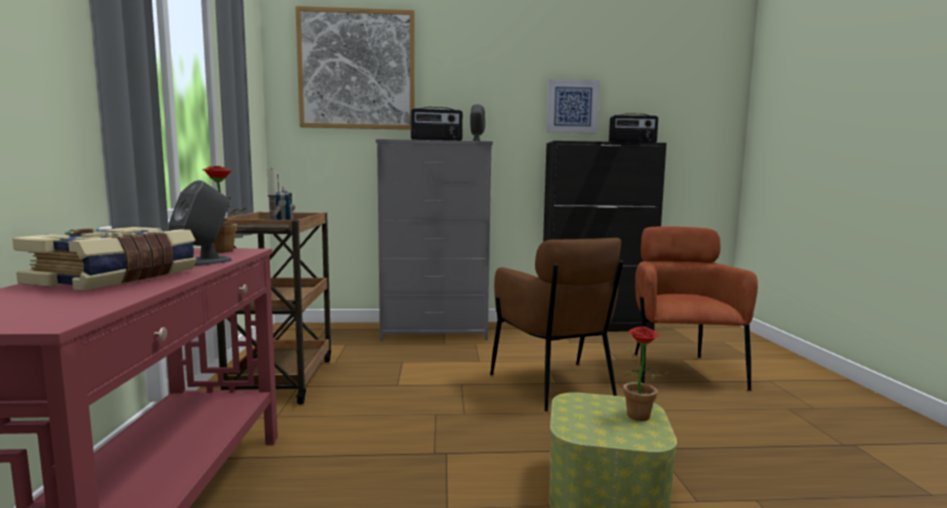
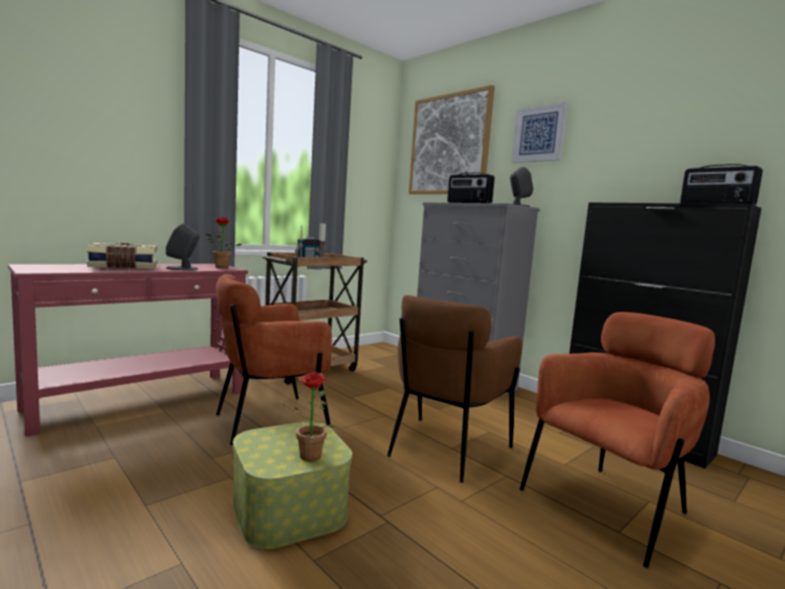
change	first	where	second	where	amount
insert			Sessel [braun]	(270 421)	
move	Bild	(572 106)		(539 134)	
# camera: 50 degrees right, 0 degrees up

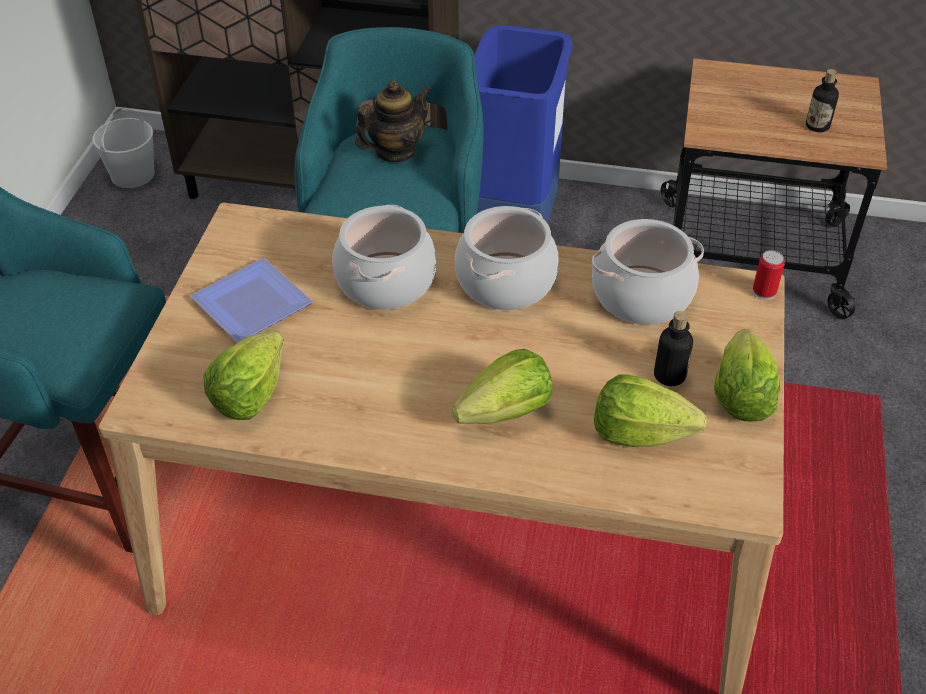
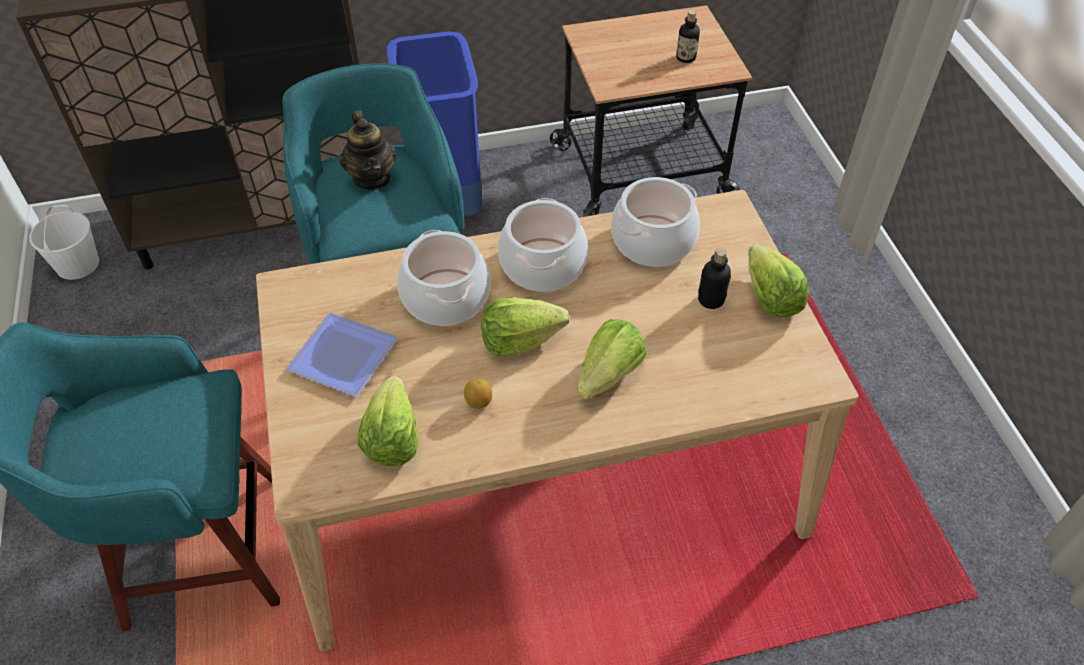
change	first	where	second	where	amount
delete	Dose	(764 292)			
insert			Zitrone	(478 402)	
move	Salatkopf	(639 433)		(520 340)	
rotate	Teekanne	(395 151)		(372 178)	135 degrees clockwise
# camera: 25 degrees left, 5 degrees up

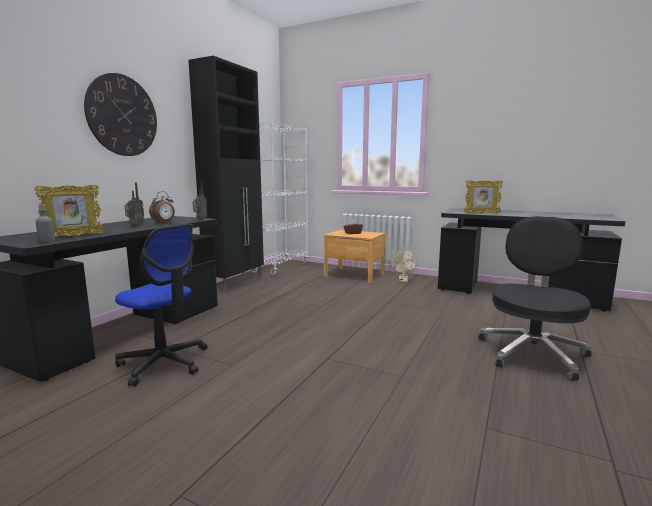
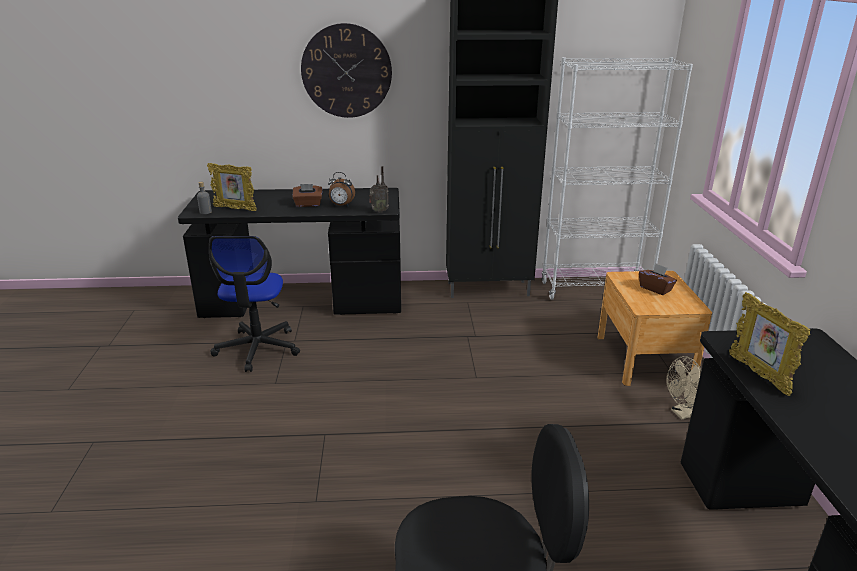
change	first	where	second	where	amount
replace	Radio	(135 226)	Taschentuchbox [braun]	(308 204)	
# camera: 60 degrees right, 15 degrees up

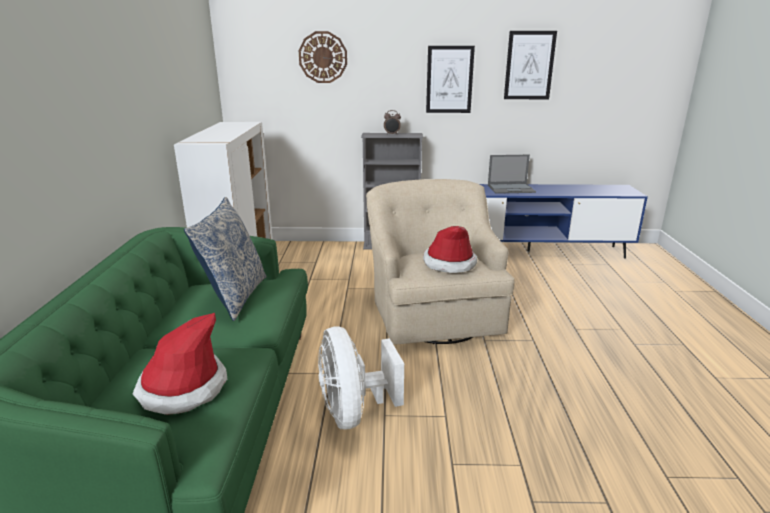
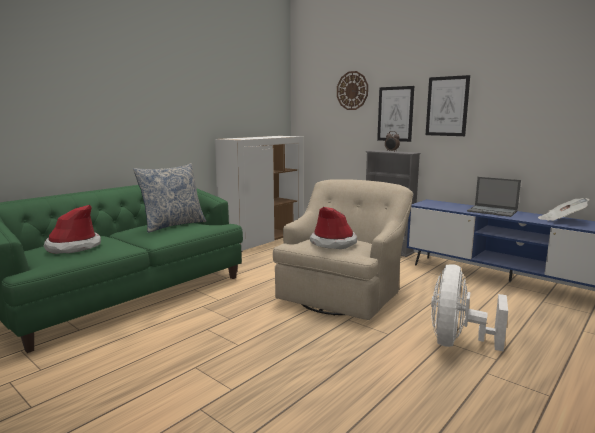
change	first	where	second	where	amount
insert			Zeitung	(561 220)	
move	Ventilator [weiß]	(354 412)		(457 342)	
move	Bild	(529 65)		(395 114)	
# camera: 40 degrees right, 10 degrees down

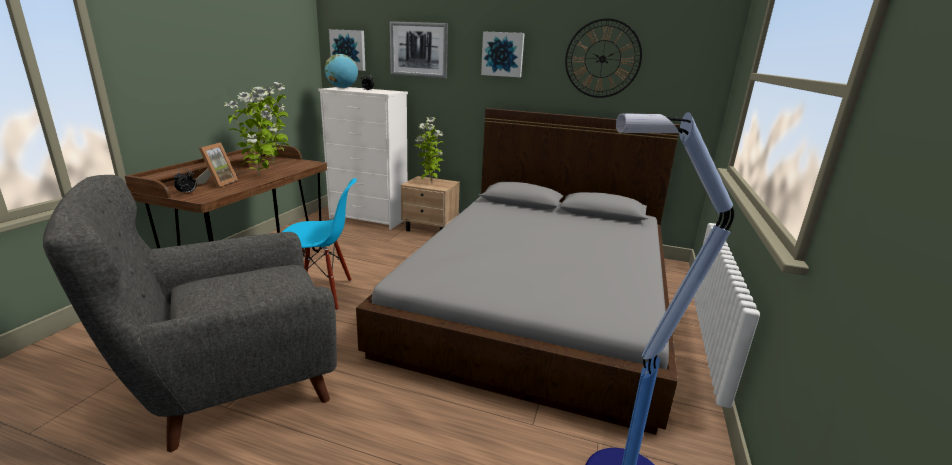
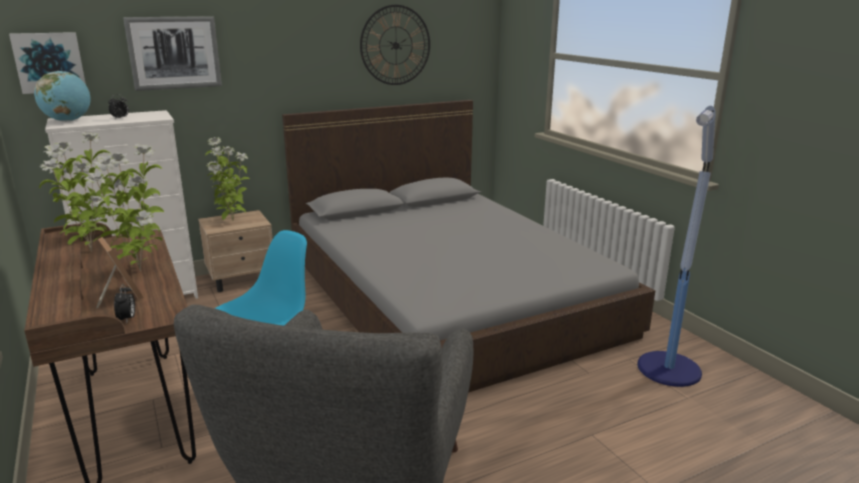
change	first	where	second	where	amount
delete	Bild	(503 54)			
# camera: 45 degrees left, 0 degrees up

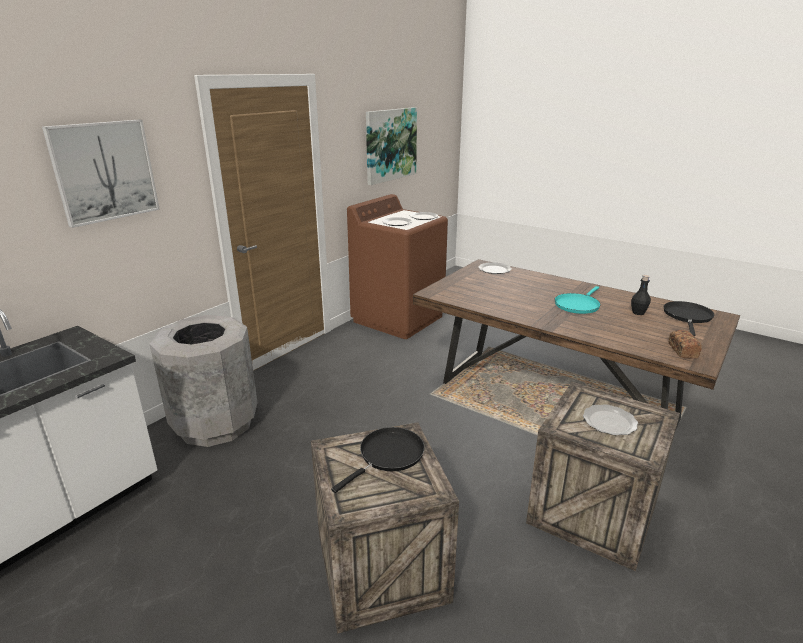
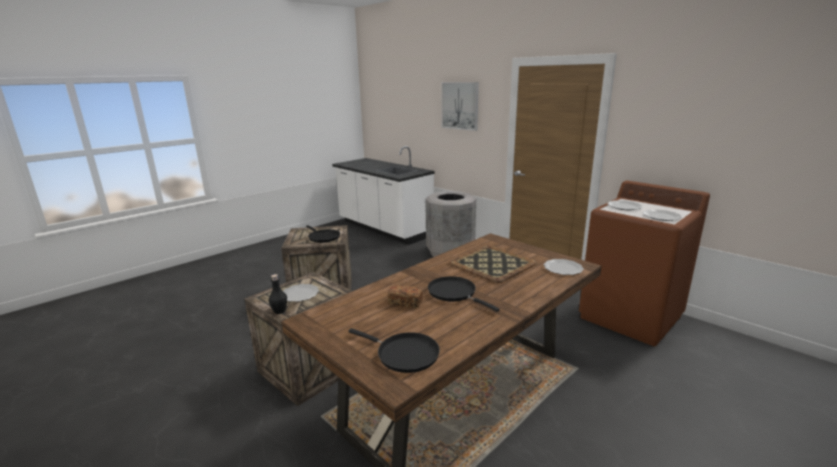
change	first	where	second	where	amount
delete	Bild	(390 145)			
insert			Tablett	(491 264)	
move	Flasche [schwarz]	(638 312)		(279 311)	
move	Brot	(682 350)		(405 302)	
recolor	Pfanne [türkis]	(577 305)	Pfanne [schwarz]	(454 293)	
# camera: 100 degrees right, 5 degrees down

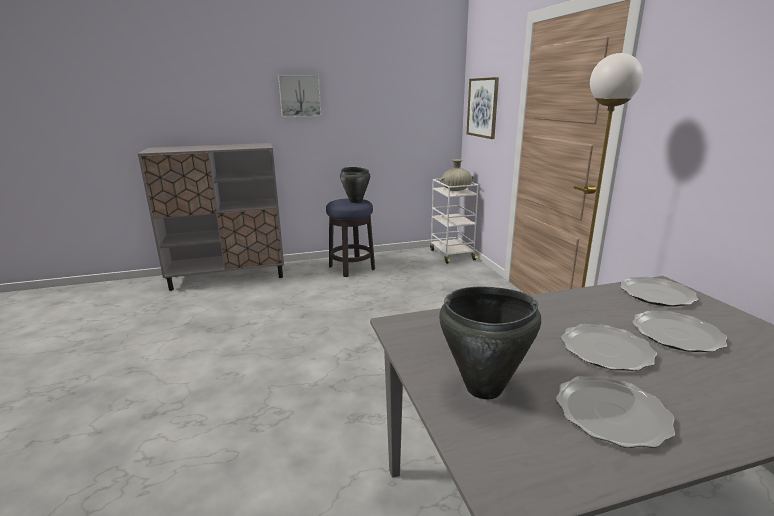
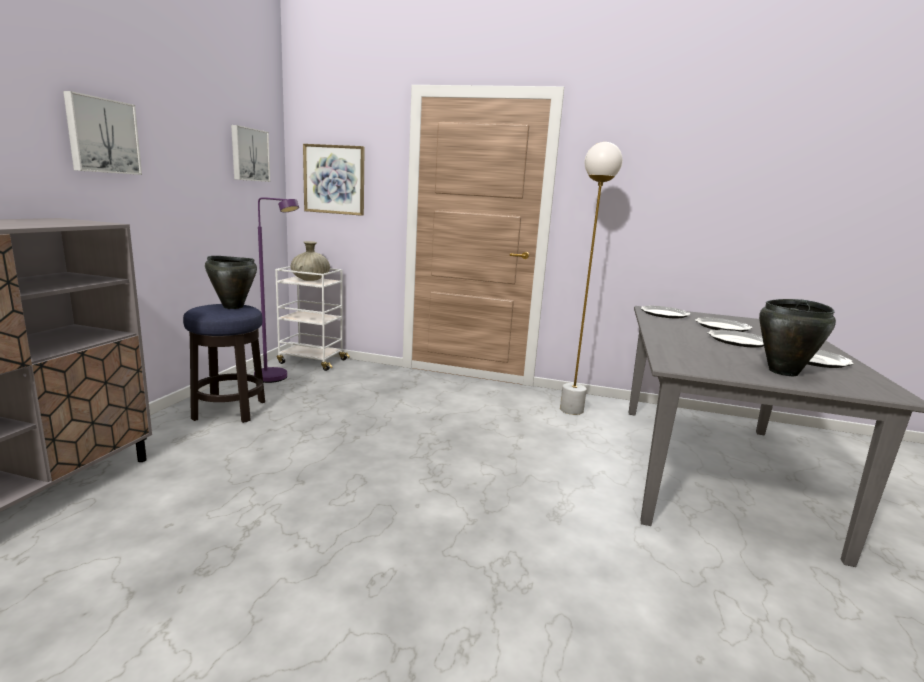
change	first	where	second	where	amount
insert			Bild	(249 154)	
insert			Stehlampe [lila]	(276 379)	
# camera: 60 degrees left, 5 degrees down

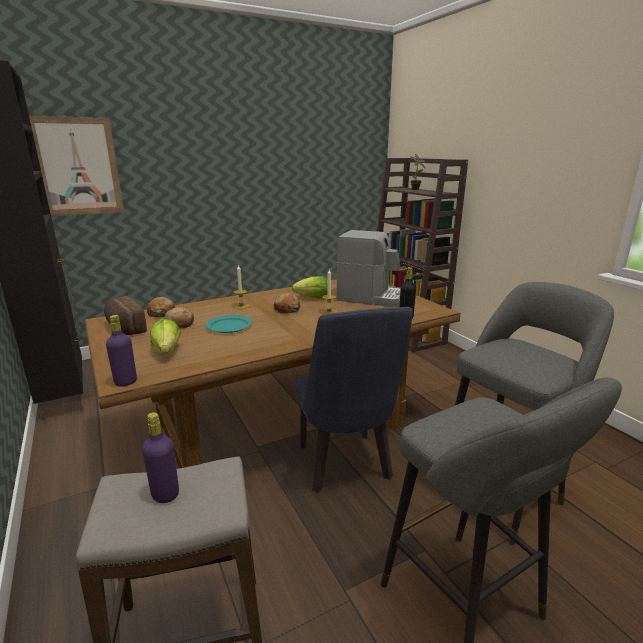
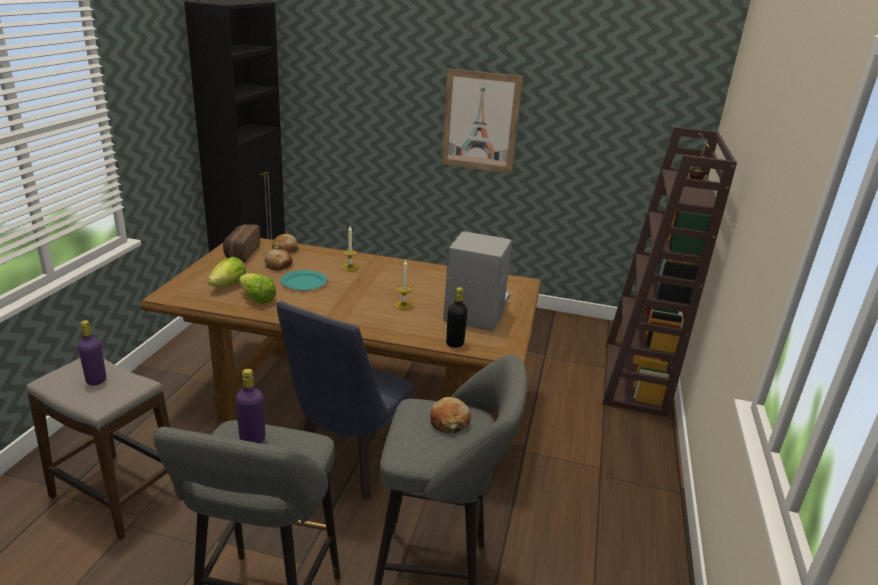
change	first	where	second	where	amount
move	Bild	(78 167)		(480 121)	
move	Flasche [lila]	(125 382)		(252 439)	
move	Brot	(287 309)		(449 422)	
move	Salatkopf	(313 298)		(257 299)	
rotate	Kaffeemaschine	(372 298)		(477 309)	135 degrees counterclockwise
# camera: 40 degrees right, 5 degrees up

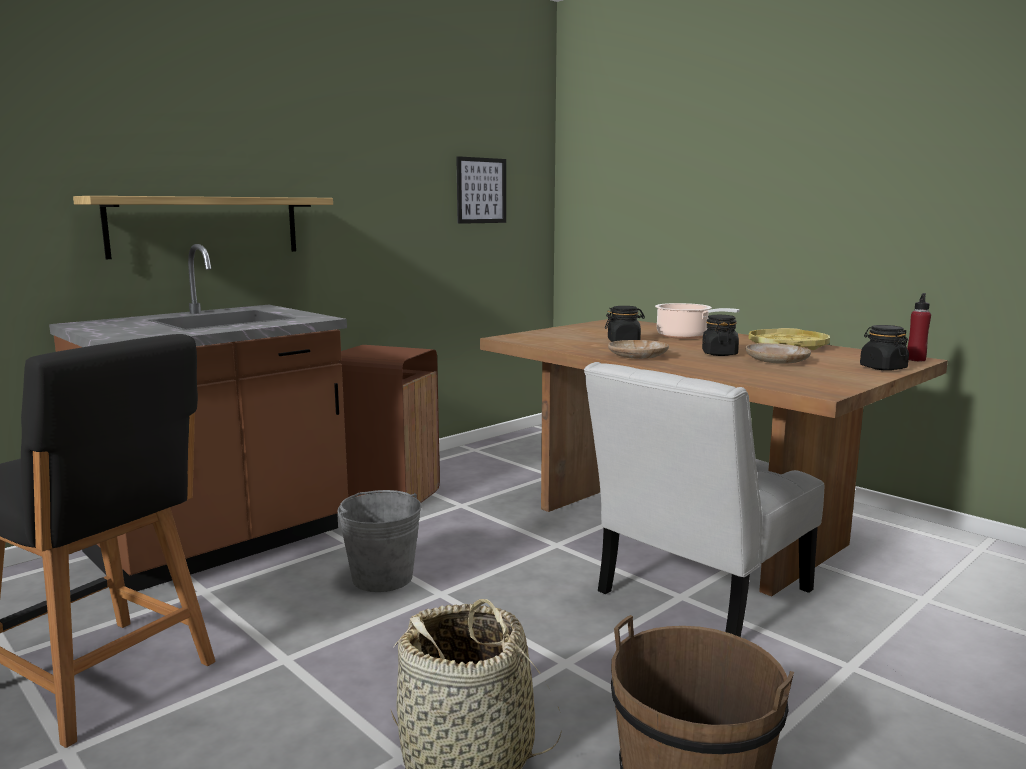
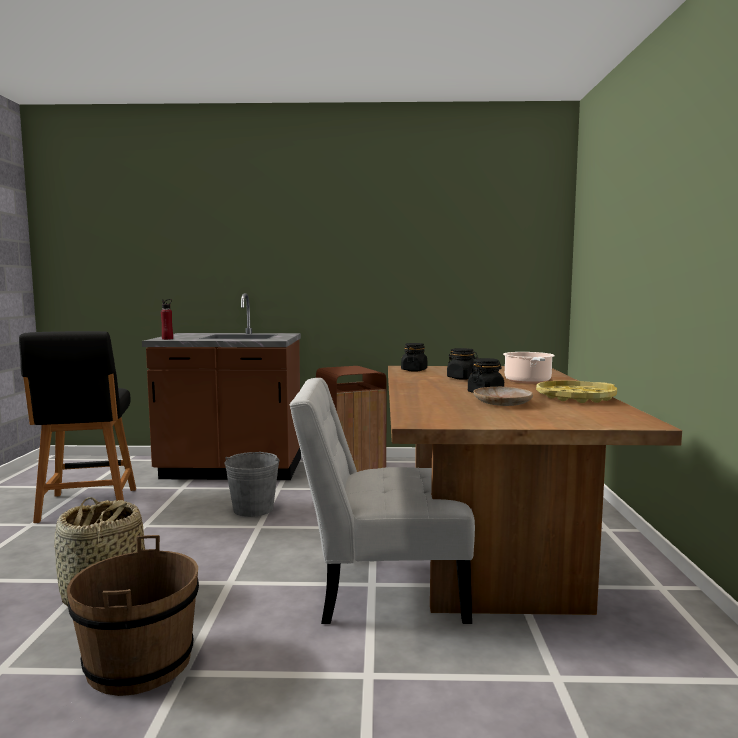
change	first	where	second	where	amount
delete	Wandregal	(205 226)			
delete	Bild	(481 190)			
delete	Teller [beige]	(637 356)			
move	Vorratsglas [schwarz]	(882 368)		(414 370)	
move	Flasche [rot]	(915 359)		(167 339)	
# camera: 45 degrees right, 5 degrees down

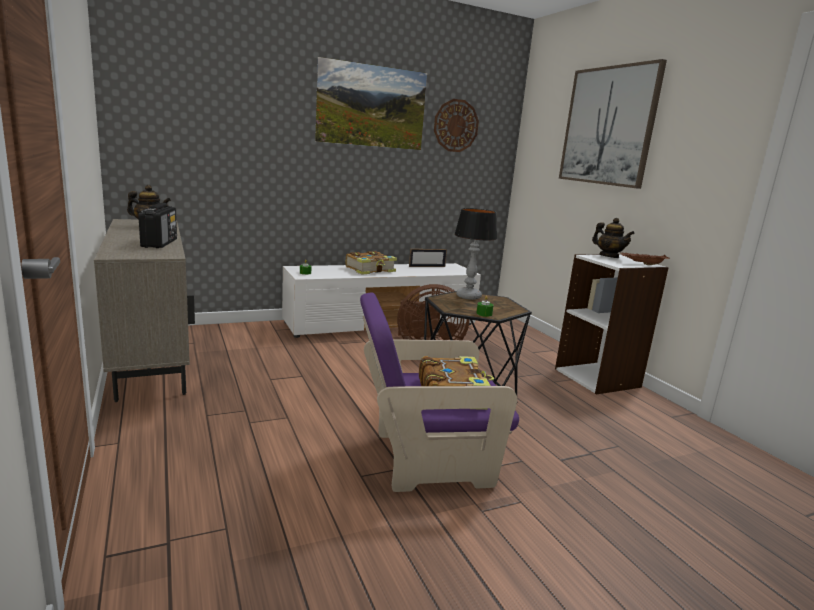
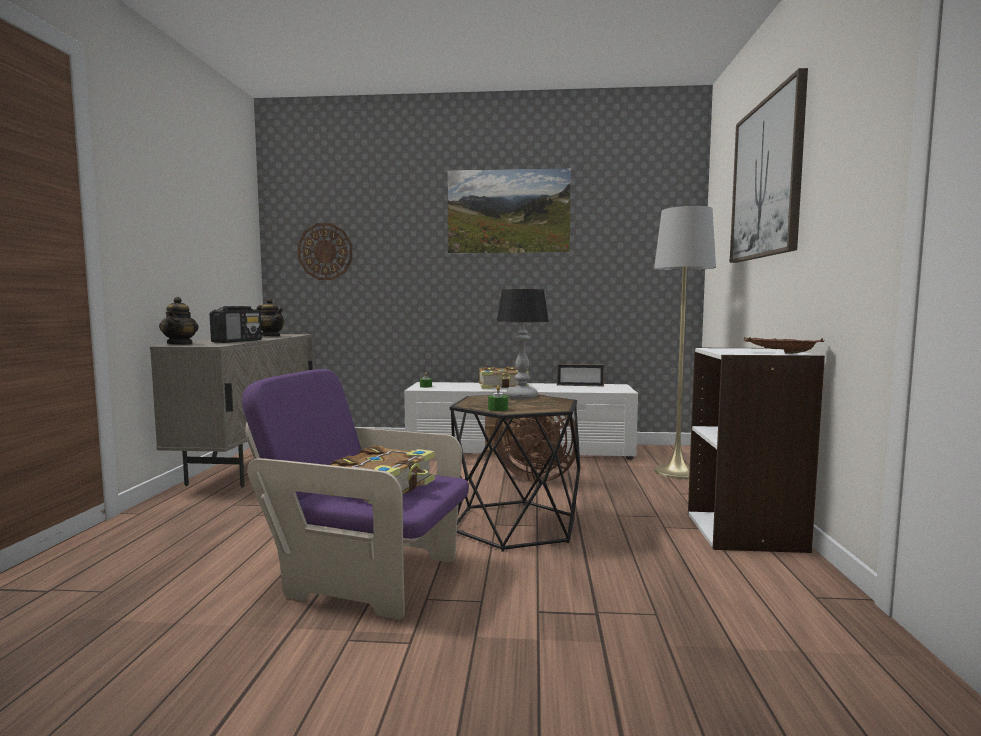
change	first	where	second	where	amount
insert			Stehlampe [grau]	(676 472)	
move	Wanduhr	(456 125)		(325 251)	
move	Teekanne	(609 256)		(180 344)	
# camera: 30 degrees right, 10 degrees down

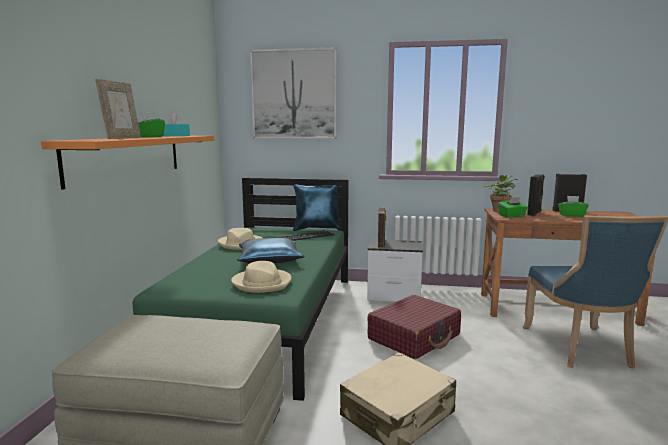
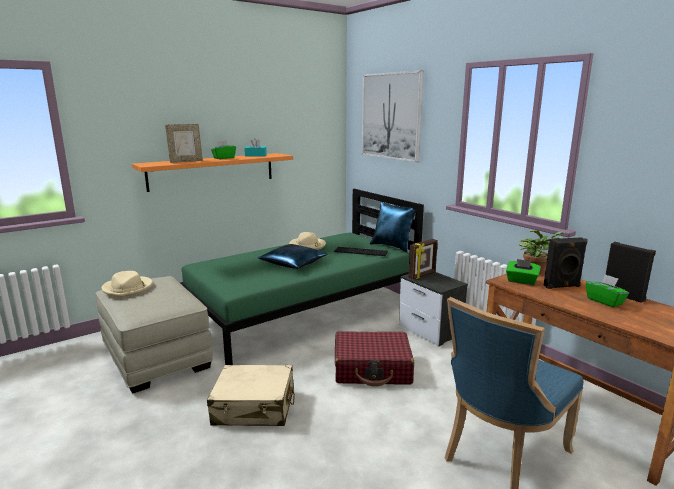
change	first	where	second	where	amount
move	Hut [beige]	(262 283)		(128 288)	
# camera: 45 degrees right, 5 degrees up

